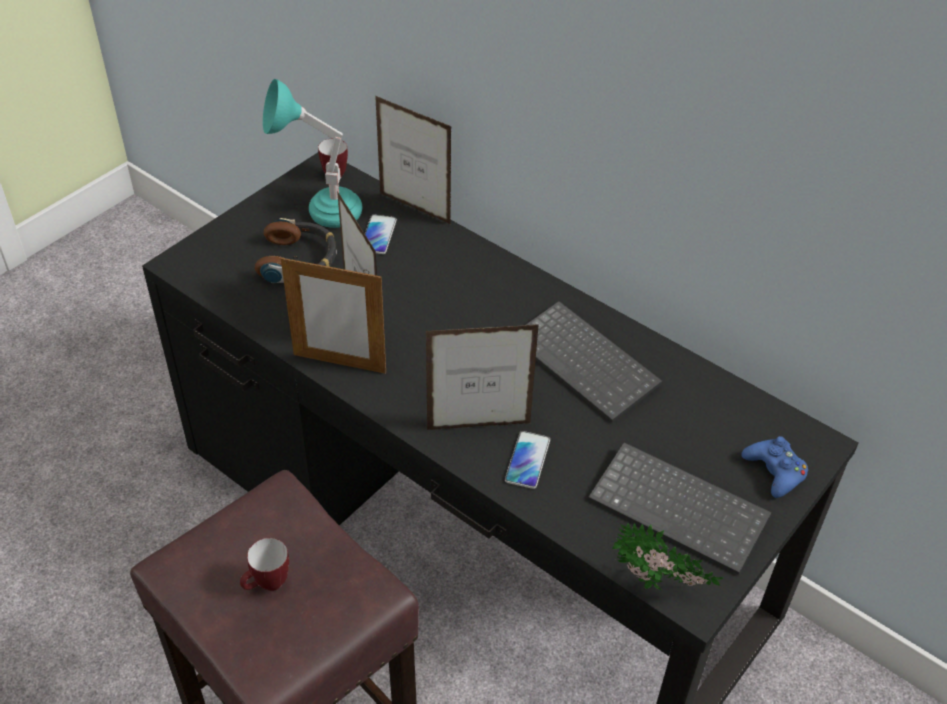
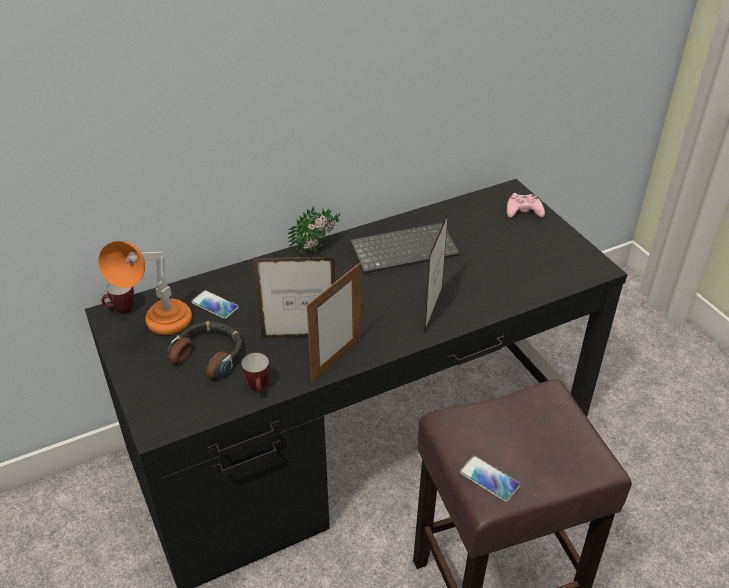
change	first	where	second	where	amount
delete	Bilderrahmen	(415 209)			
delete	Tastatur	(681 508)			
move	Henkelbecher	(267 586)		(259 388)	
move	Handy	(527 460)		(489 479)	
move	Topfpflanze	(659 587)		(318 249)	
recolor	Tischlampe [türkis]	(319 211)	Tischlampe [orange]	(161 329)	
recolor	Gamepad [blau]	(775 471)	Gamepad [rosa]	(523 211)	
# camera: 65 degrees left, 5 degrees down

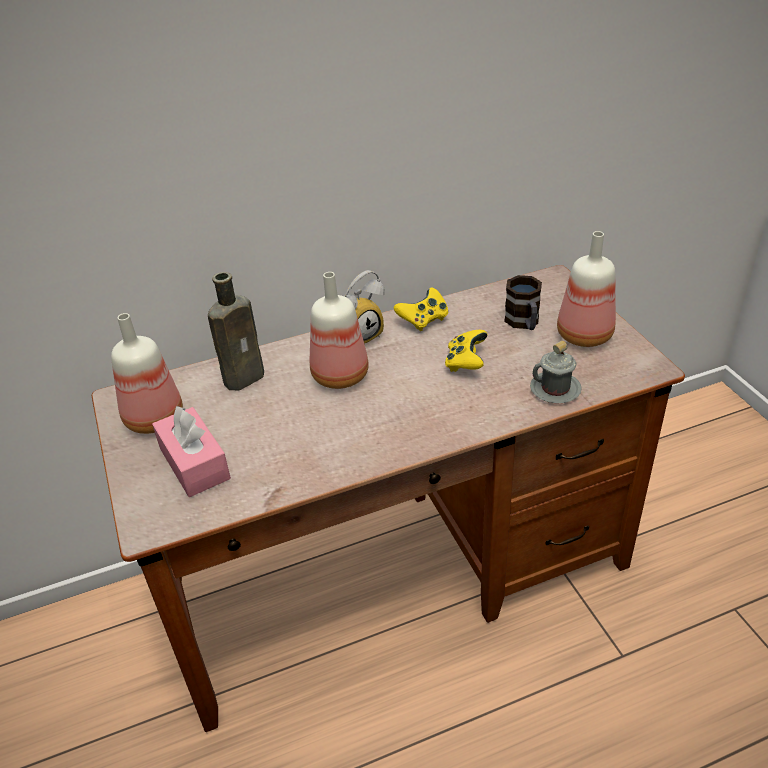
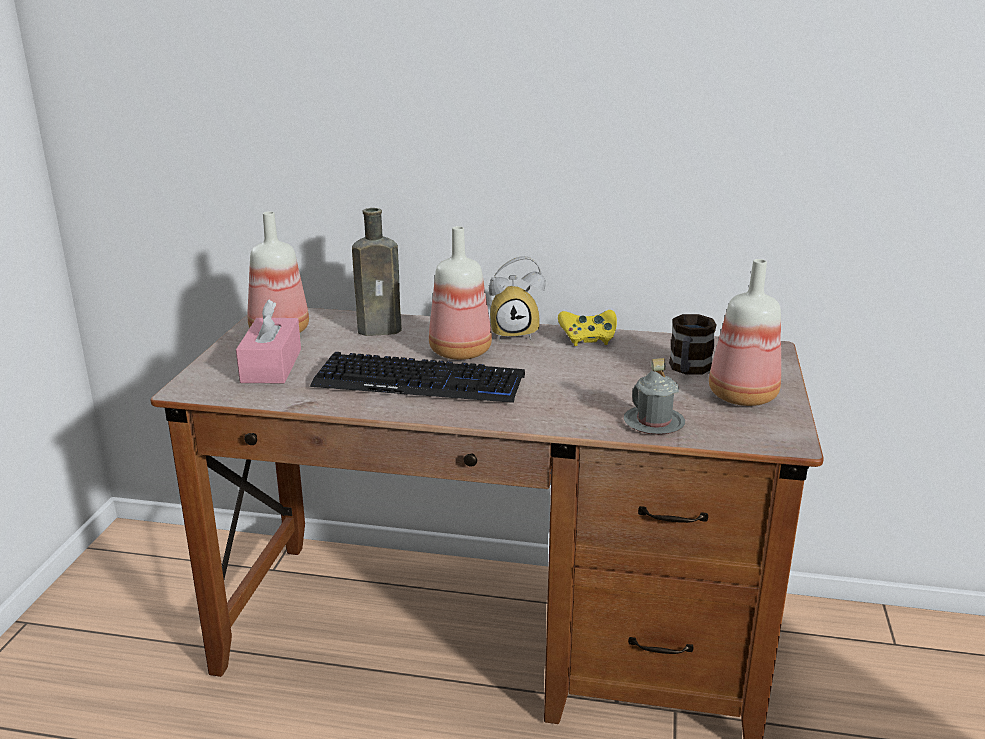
change	first	where	second	where	amount
delete	Gamepad [gelb]	(465 362)			
insert			Tastatur	(419 382)	
# camera: 30 degrees right, 15 degrees down

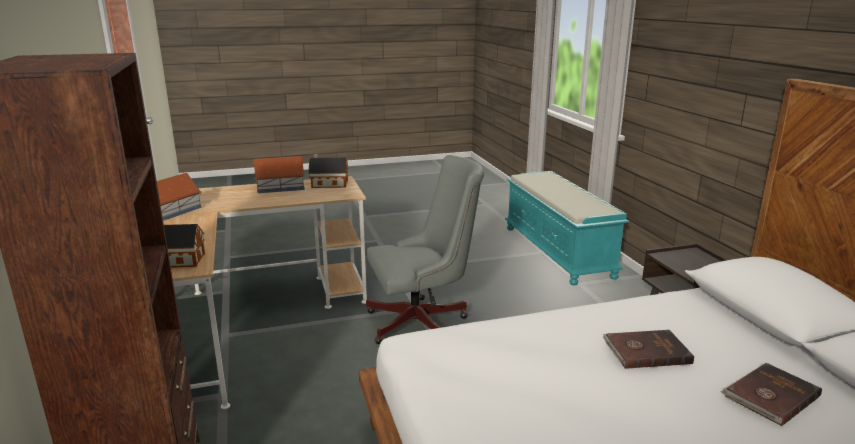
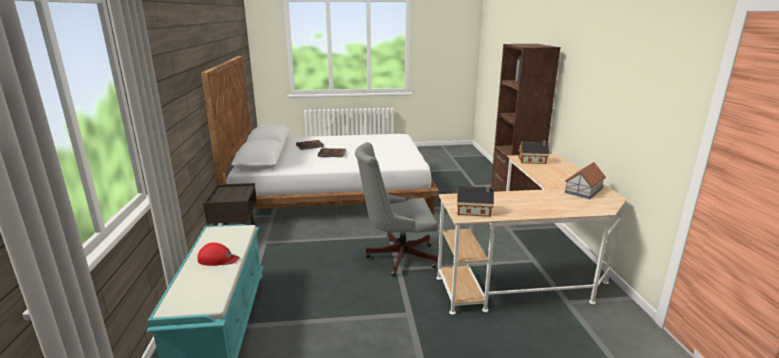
change	first	where	second	where	amount
delete	Spielzeughaus	(281 187)			
insert			Kappe [rot]	(218 259)	
# camera: 170 degrees left, 0 degrees up

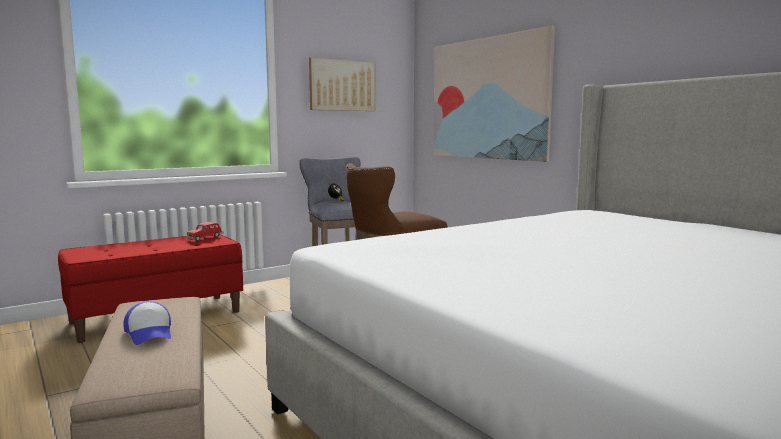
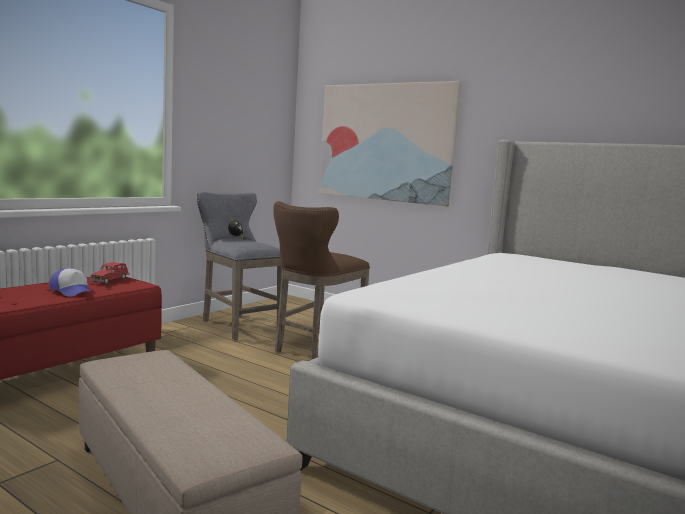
change	first	where	second	where	amount
delete	Bild	(342 85)			
move	Kappe	(150 333)		(72 291)	
# camera: 20 degrees left, 0 degrees up

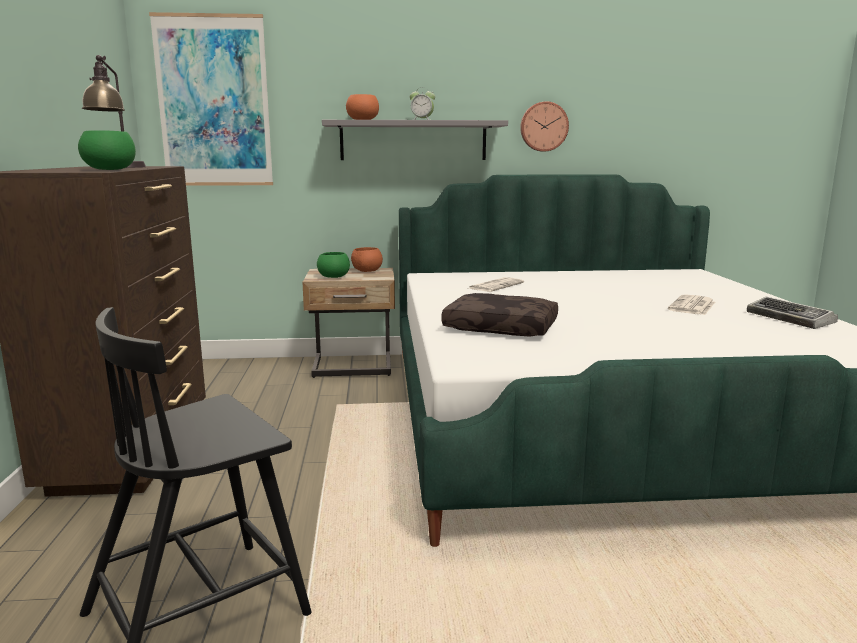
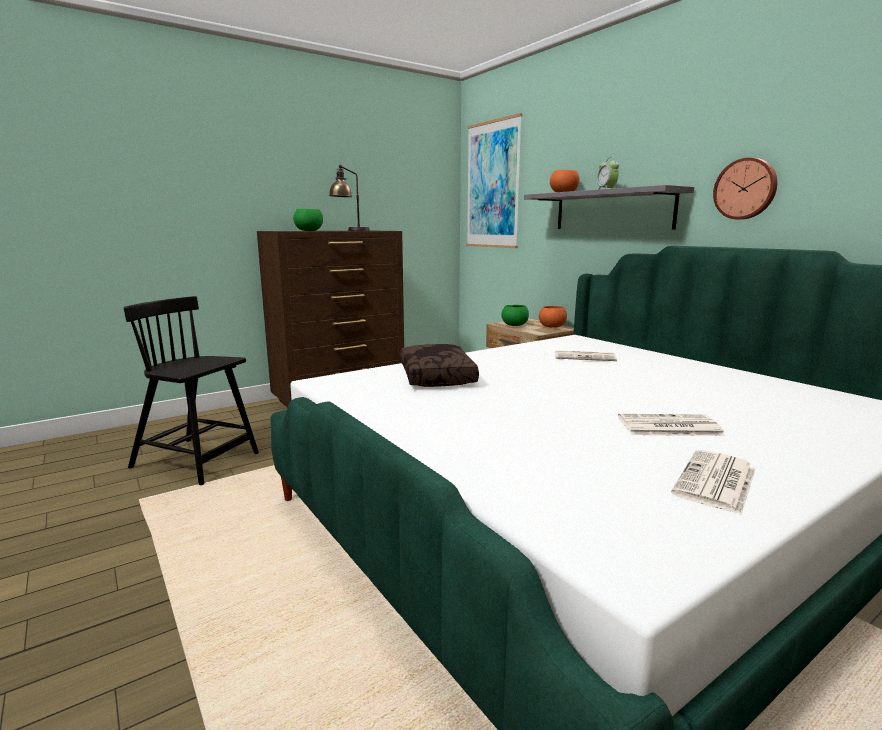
change	first	where	second	where	amount
replace	Tastatur	(790 319)	Zeitung	(716 482)	
# camera: 60 degrees right, 0 degrees up

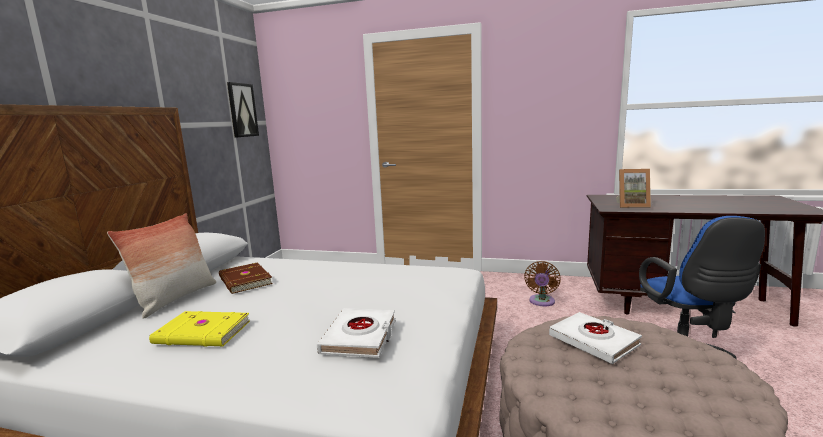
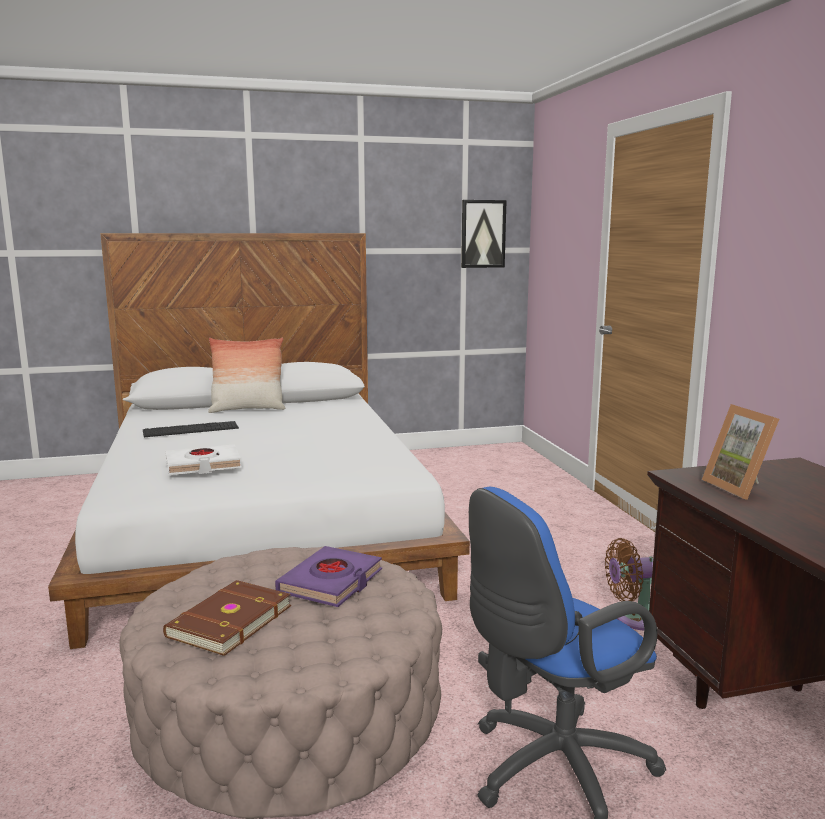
change	first	where	second	where	amount
move	Buch [braun]	(244 281)		(228 621)	
replace	Buch [gelb]	(202 333)	Tastatur	(191 429)	
recolor	Buch [weiß]	(594 341)	Buch [lila]	(331 582)	
# camera: 60 degrees right, 0 degrees up

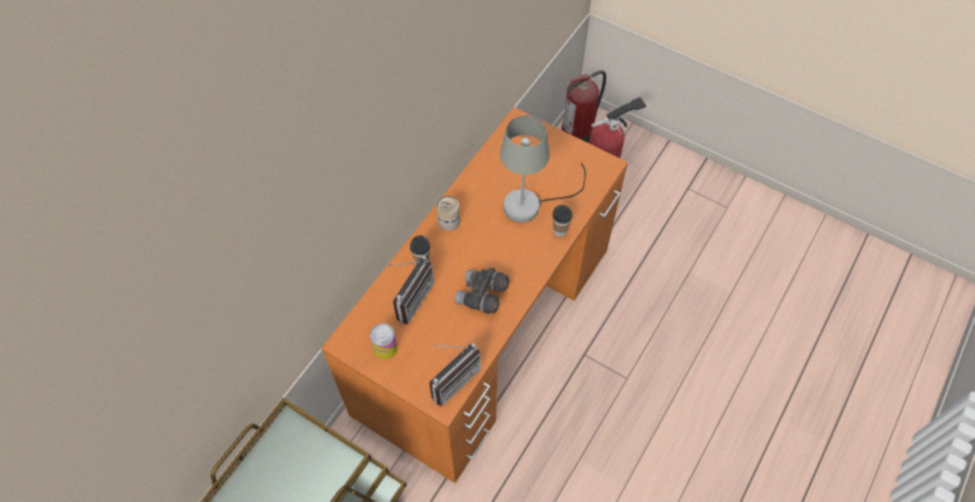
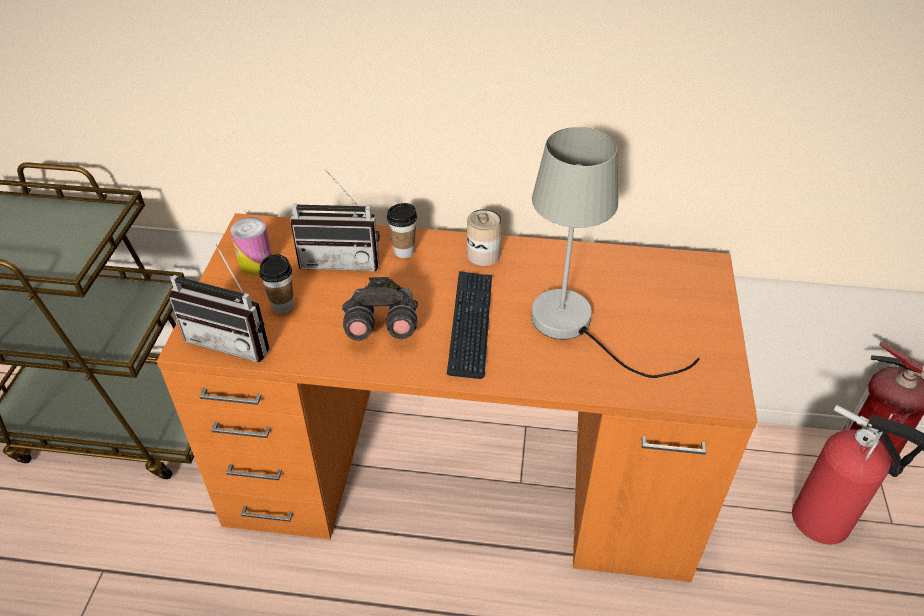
change	first	where	second	where	amount
insert			Tastatur	(470 324)	
move	Tasse	(560 231)		(282 305)	
# camera: 65 degrees right, 15 degrees down

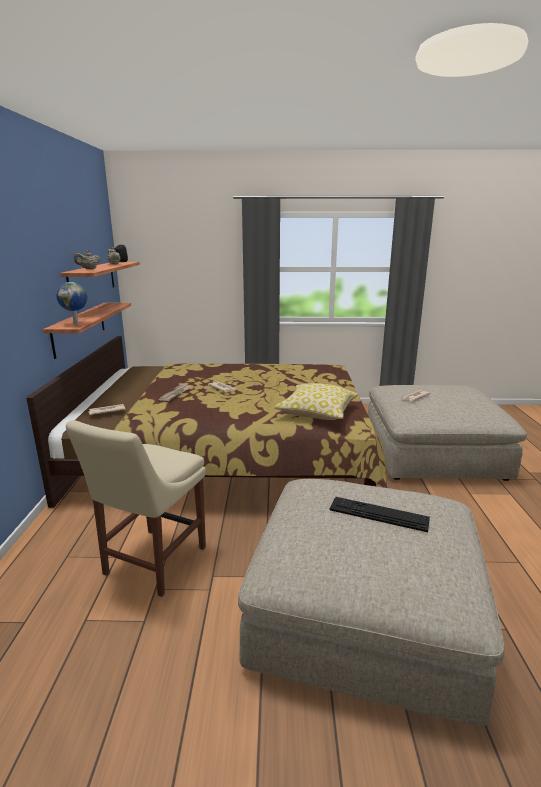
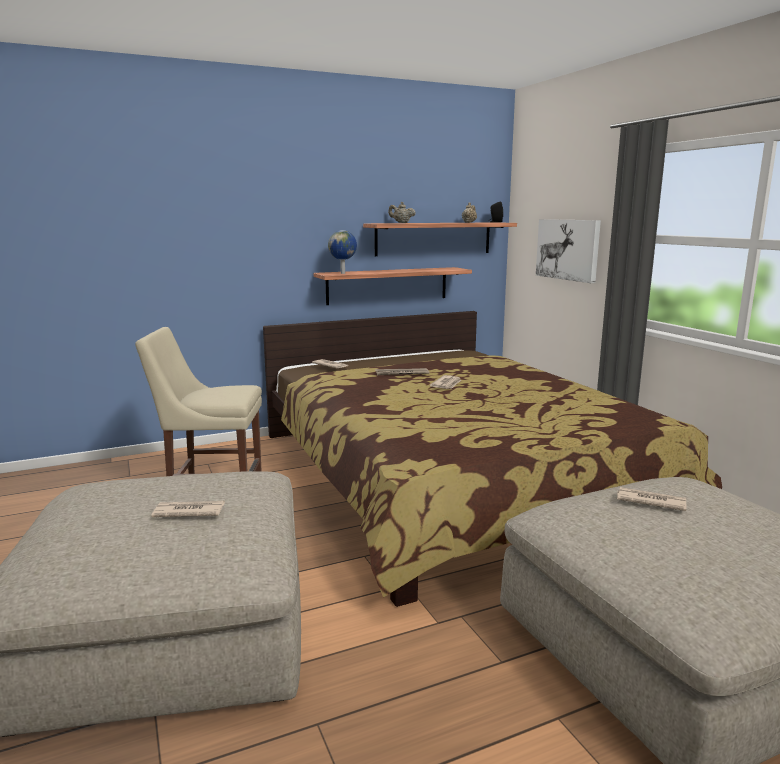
change	first	where	second	where	amount
delete	Kissen	(317 412)			
insert			Bild	(568 249)	
replace	Tastatur	(378 513)	Zeitung	(188 512)	
# camera: 65 degrees right, 5 degrees down

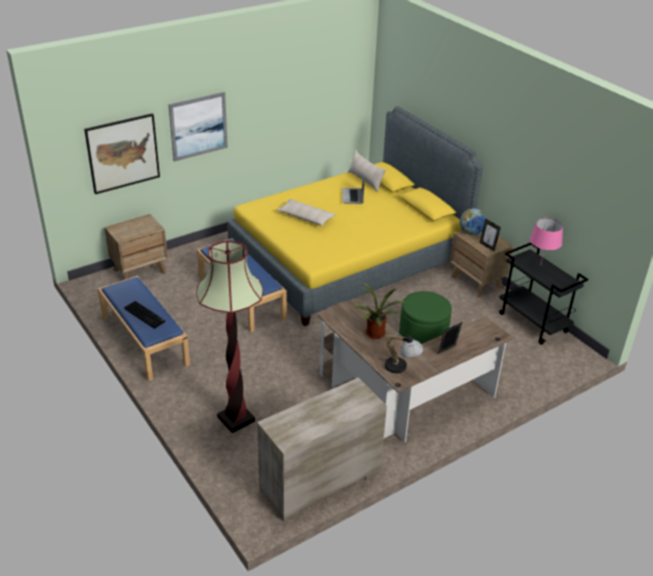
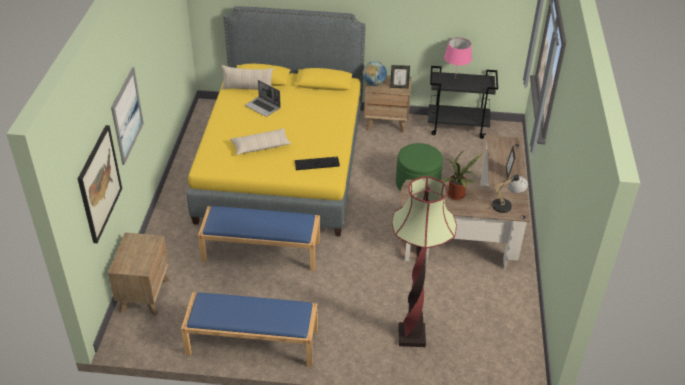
change	first	where	second	where	amount
delete	Kommode [beige]	(320 481)			
move	Tastatur	(145 315)		(317 163)	
# camera: 50 degrees left, 5 degrees up

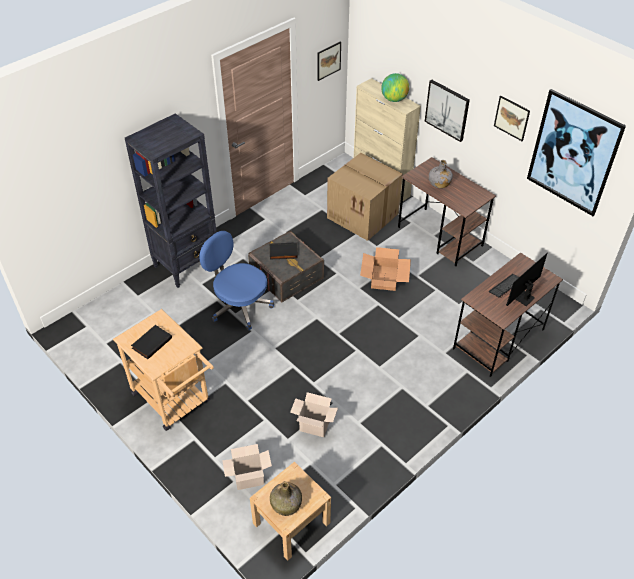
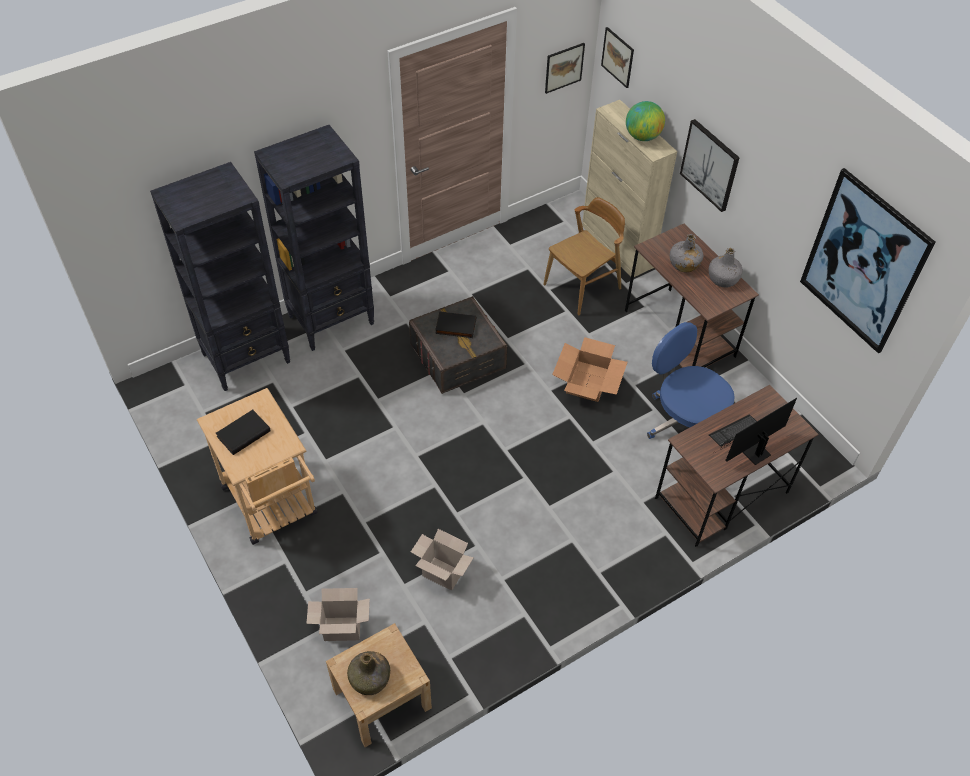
change	first	where	second	where	amount
insert			Bücherregal [schwarz]	(247 358)	
insert			Flasche [grau]	(723 278)	
move	Bürostuhl [blau]	(239 306)		(684 421)	
move	Bild	(512 118)		(617 57)	
replace	Karton	(364 215)	Stuhl [braun]	(582 286)	
# camera: 10 degrees right, 5 degrees up

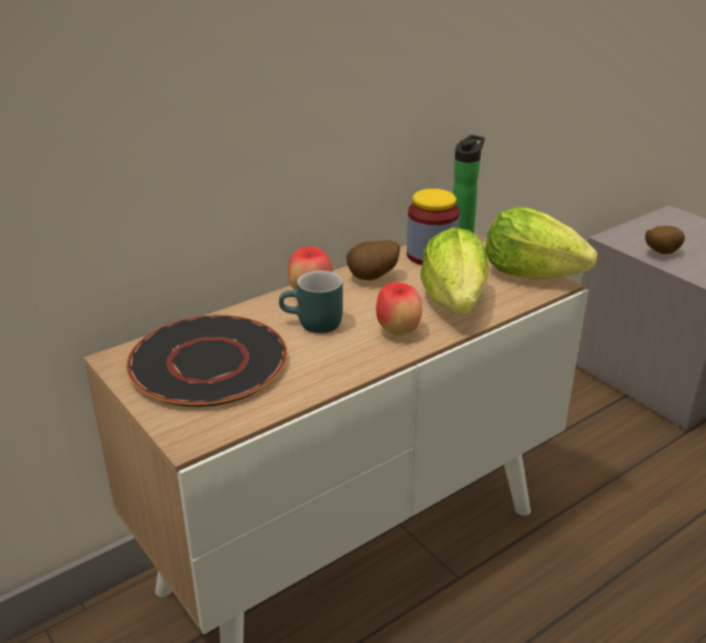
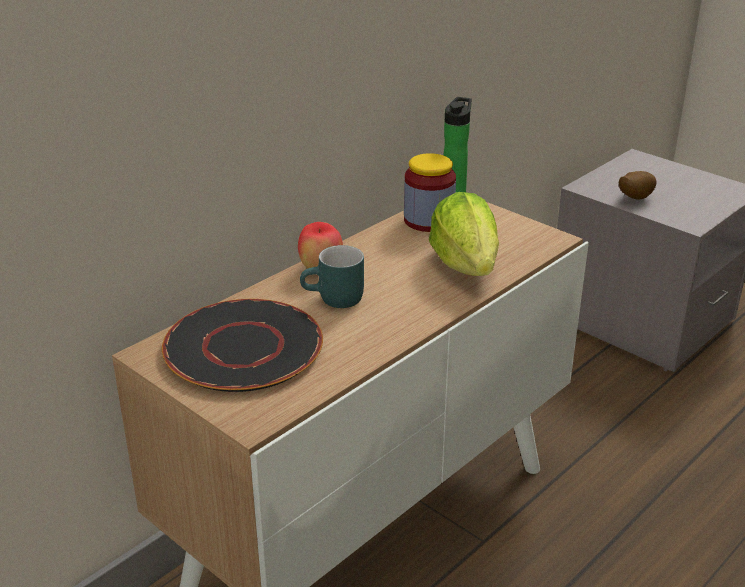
change	first	where	second	where	amount
delete	Kartoffel	(373 278)			
delete	Apfel	(398 331)			
delete	Salatkopf	(531 273)			
# camera: 10 degrees left, 0 degrees up

